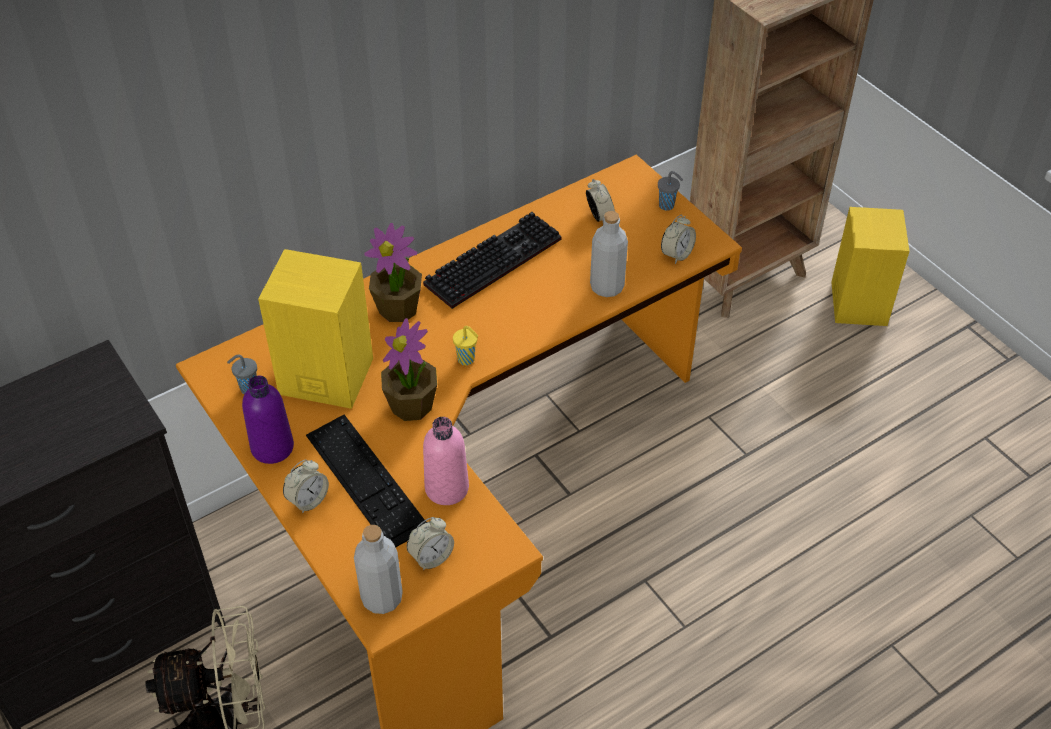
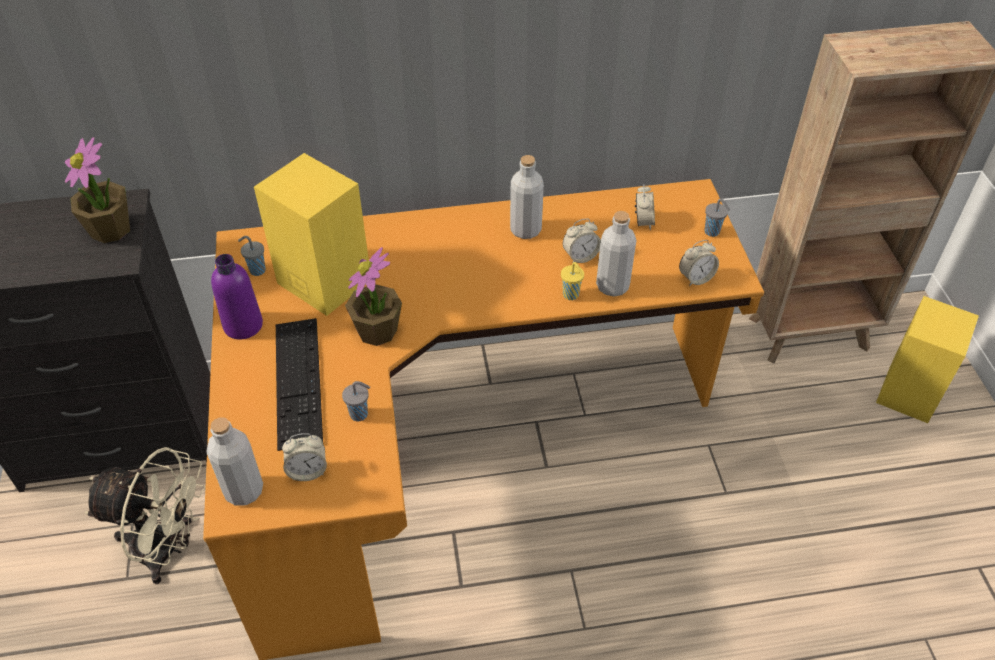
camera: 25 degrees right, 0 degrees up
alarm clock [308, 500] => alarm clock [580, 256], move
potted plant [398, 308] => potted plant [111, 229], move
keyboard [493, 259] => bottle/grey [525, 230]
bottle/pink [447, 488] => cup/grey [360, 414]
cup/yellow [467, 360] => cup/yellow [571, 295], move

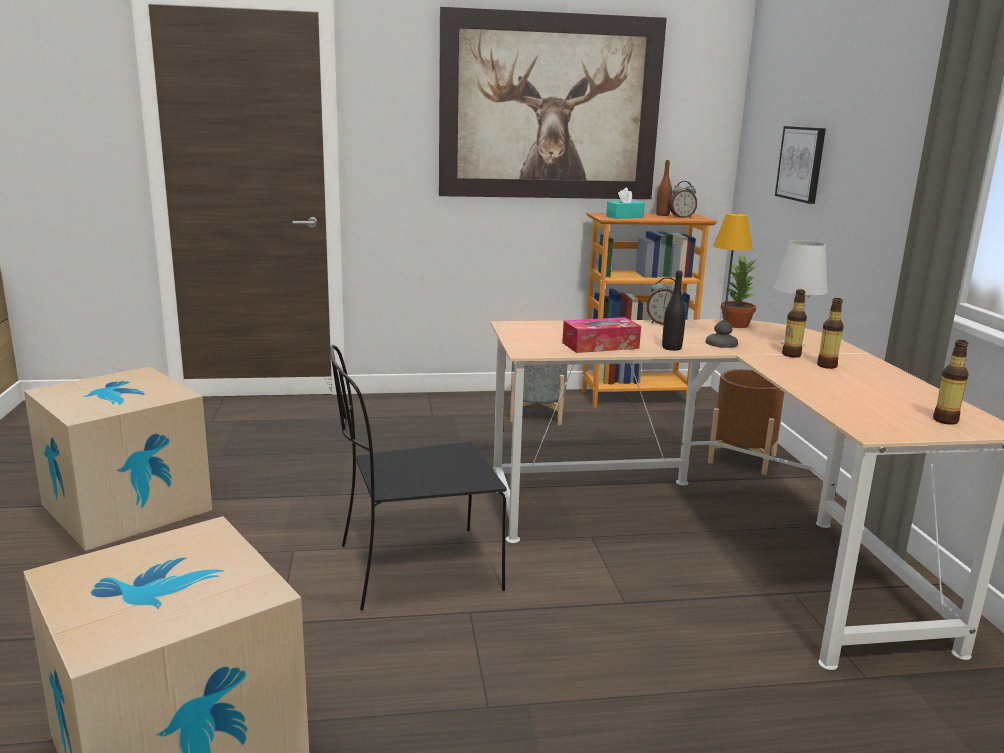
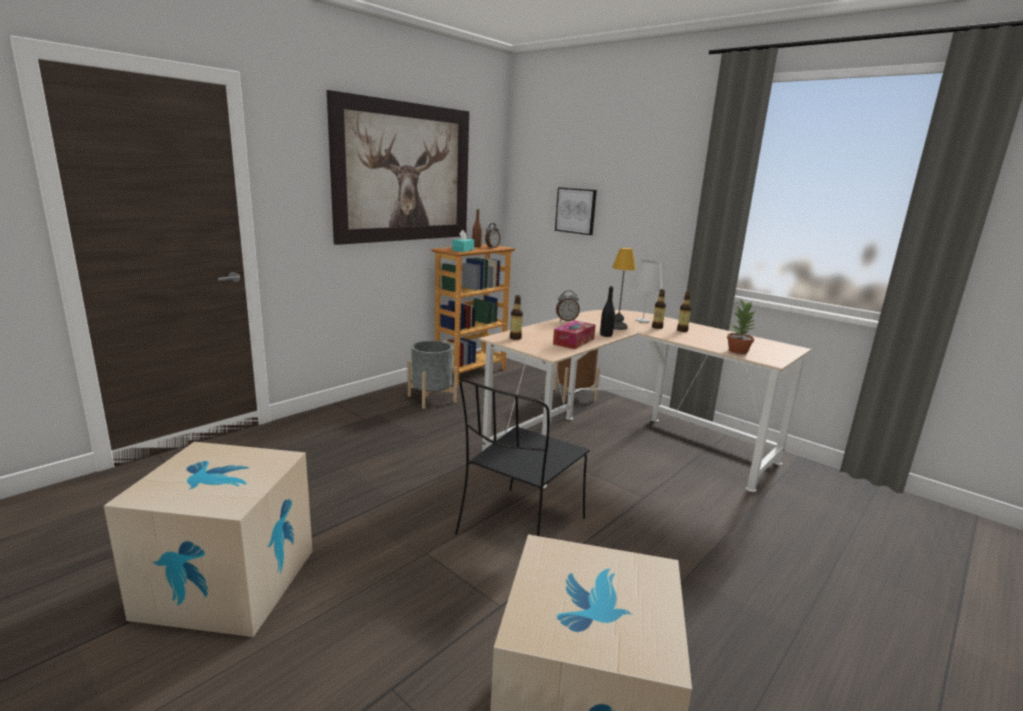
camera: 40 degrees left, 0 degrees up
potted plant [736, 325] => potted plant [738, 351], move
bottle [945, 420] => bottle [515, 338], move

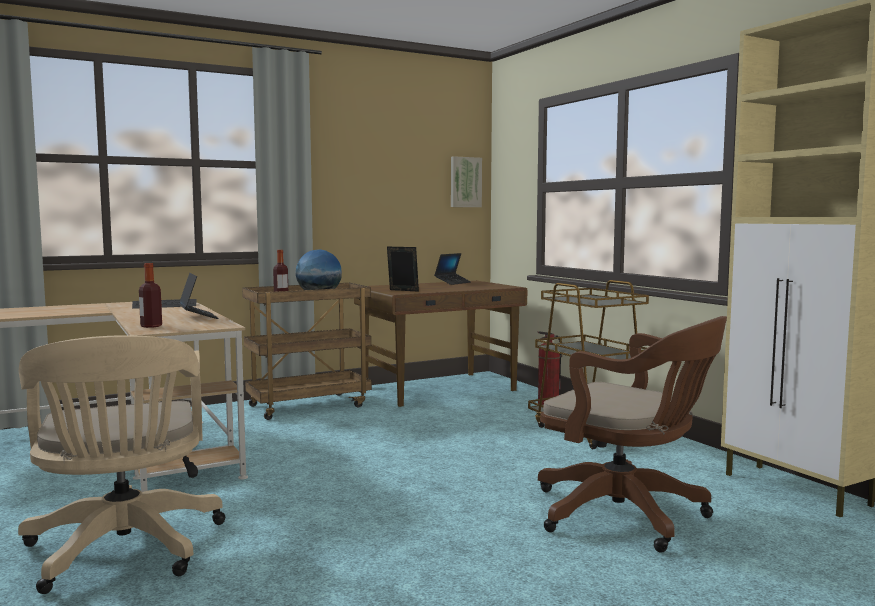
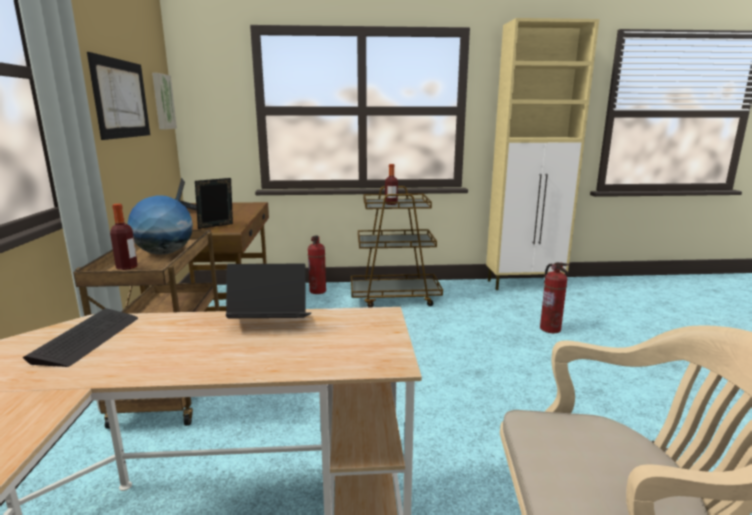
camera: 65 degrees left, 10 degrees up
bottle [151, 326] => bottle [391, 204], move
office chair/brown [627, 516] => fire extinguisher [550, 329]
nothing => picture [121, 99]

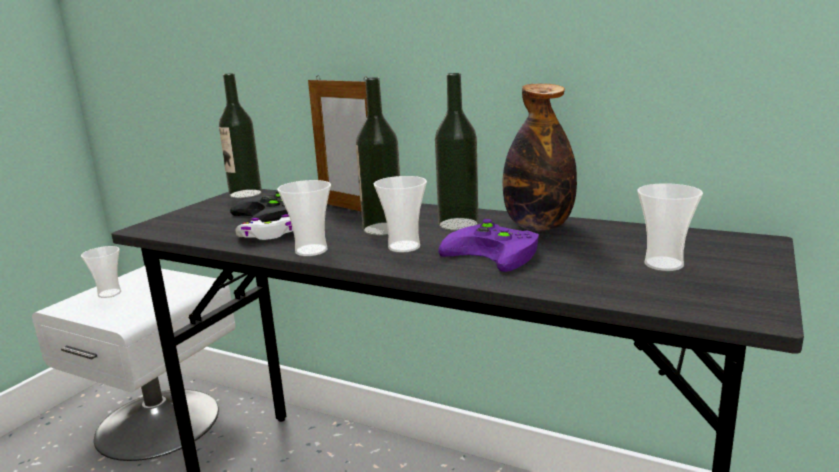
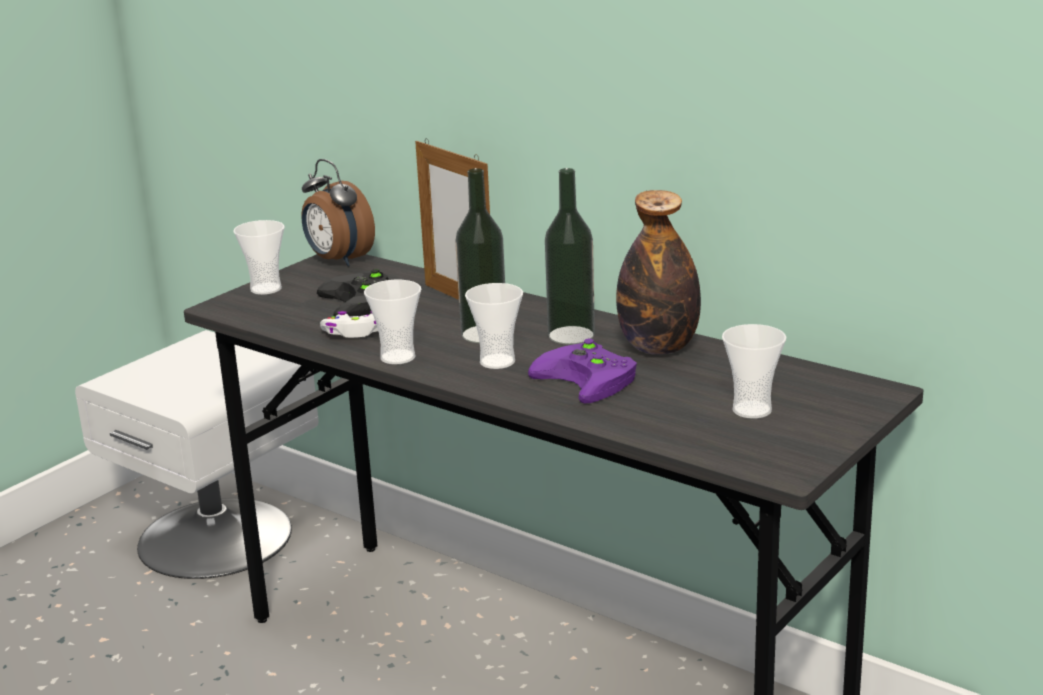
camera: 10 degrees right, 5 degrees up
cup [109, 293] => cup [266, 289], move
bottle [245, 194] => alarm clock [338, 260]

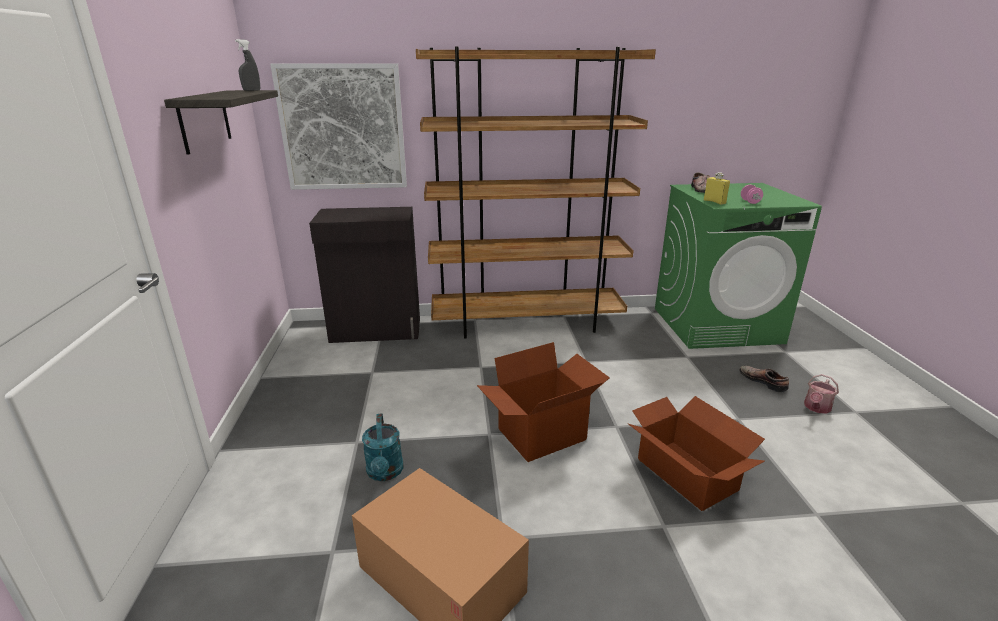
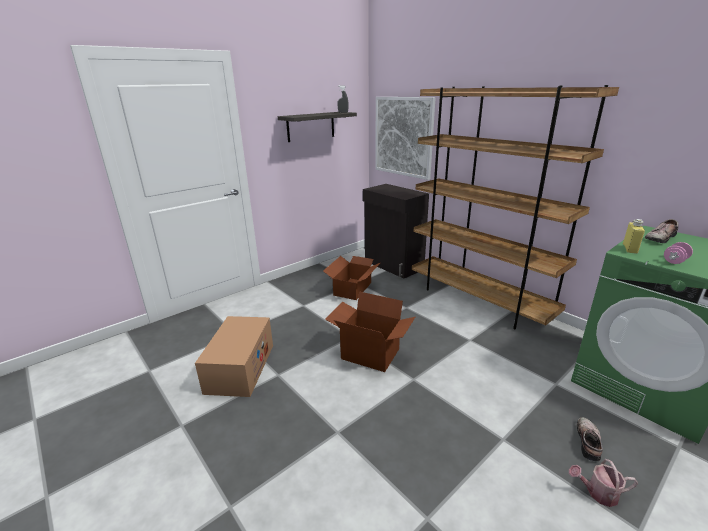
camera: 55 degrees right, 0 degrees up
watering can/turquoise [385, 473] => nothing
cardboard box [686, 473] => cardboard box [353, 289], move

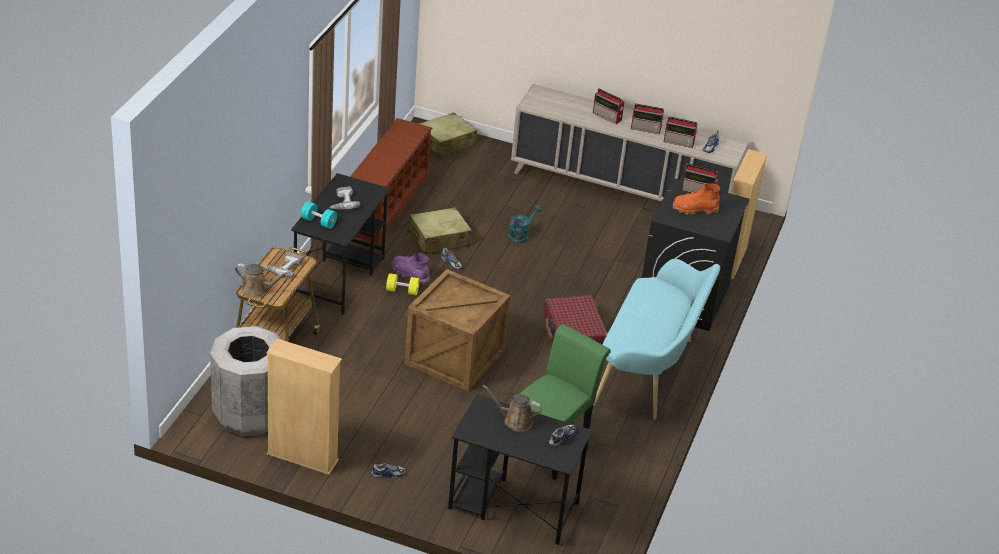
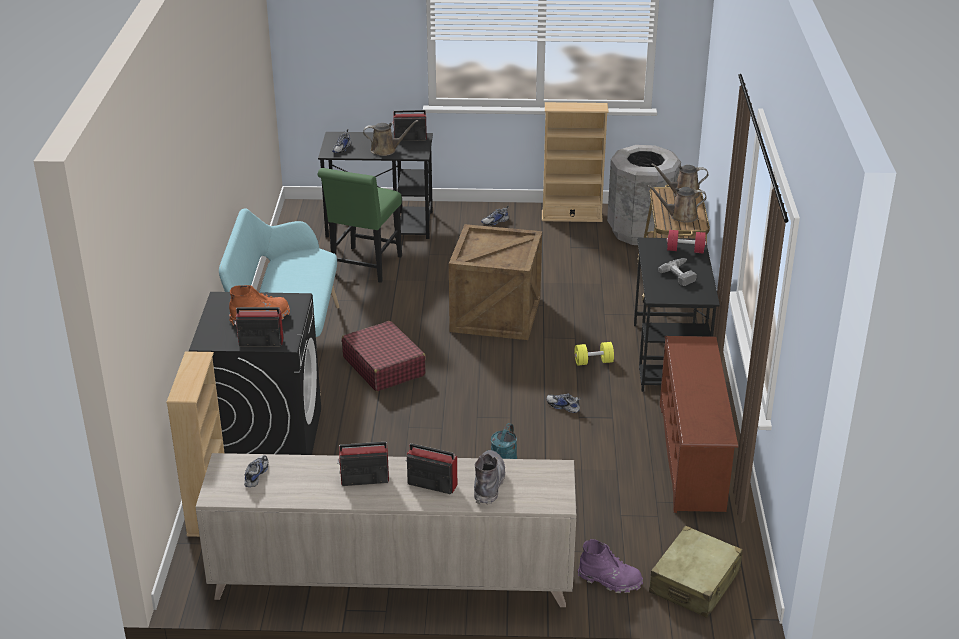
camera: 165 degrees right, 5 degrees down
power drill [283, 267] => watering can/brown [680, 216]
dumbbell/turquoise [318, 222] => dumbbell/red [685, 250]
boot/purple [410, 274] => boot/purple [610, 580], move
suitcase/beige [438, 239] => nothing
radio [679, 142] => radio [409, 138], move
nothing => boot/grey [488, 484]

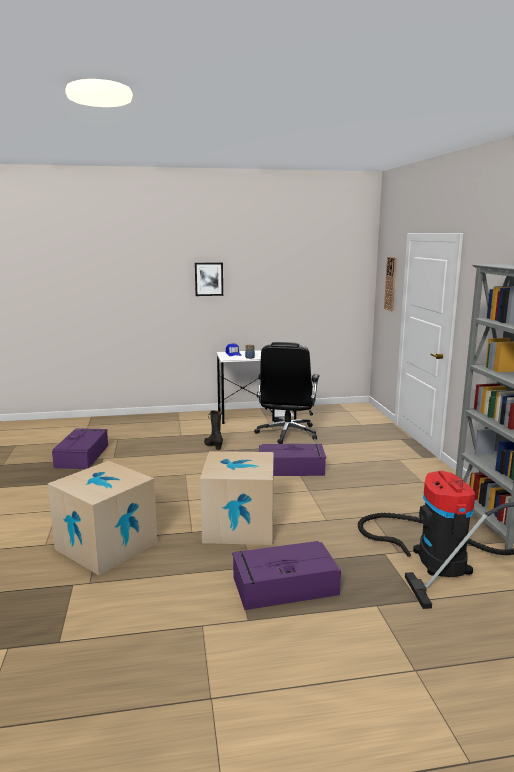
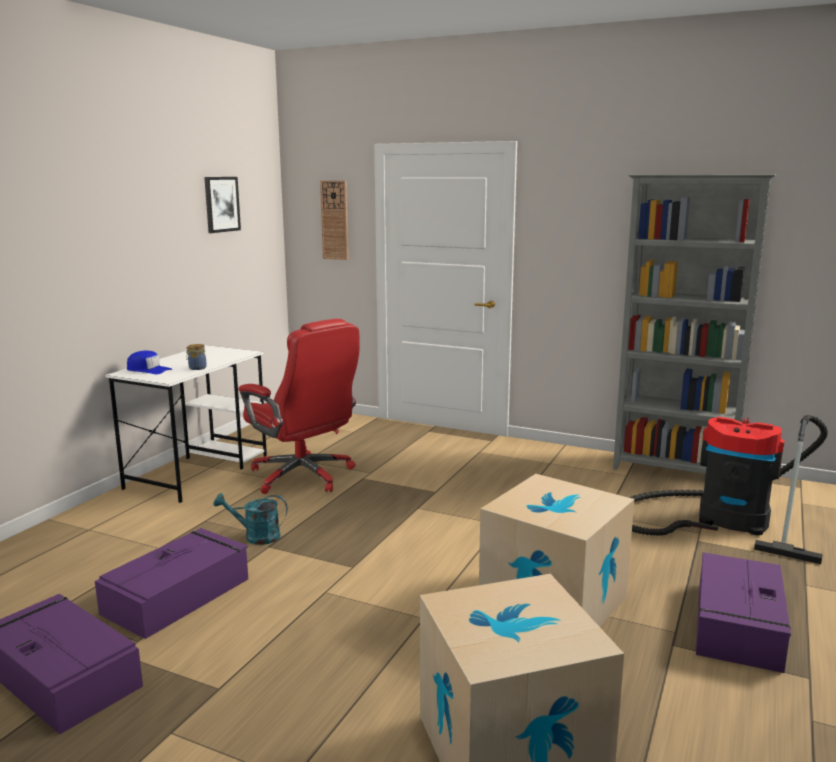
camera: 55 degrees left, 0 degrees up
picture [209, 279] => picture [221, 204], move
boot/black [213, 446] => watering can/turquoise [256, 537]
office chair/black [287, 433] => office chair/red [303, 476]
storage box/purple [292, 468] => storage box/purple [178, 595], move

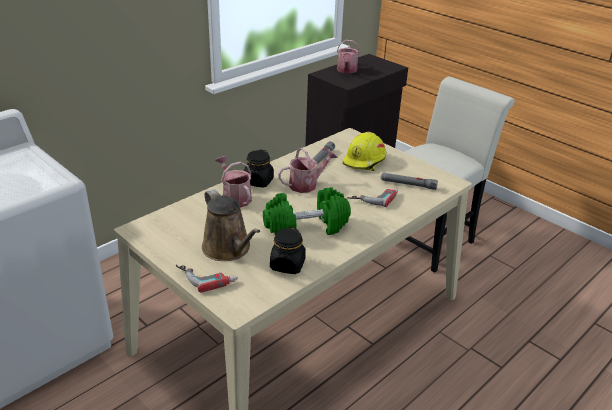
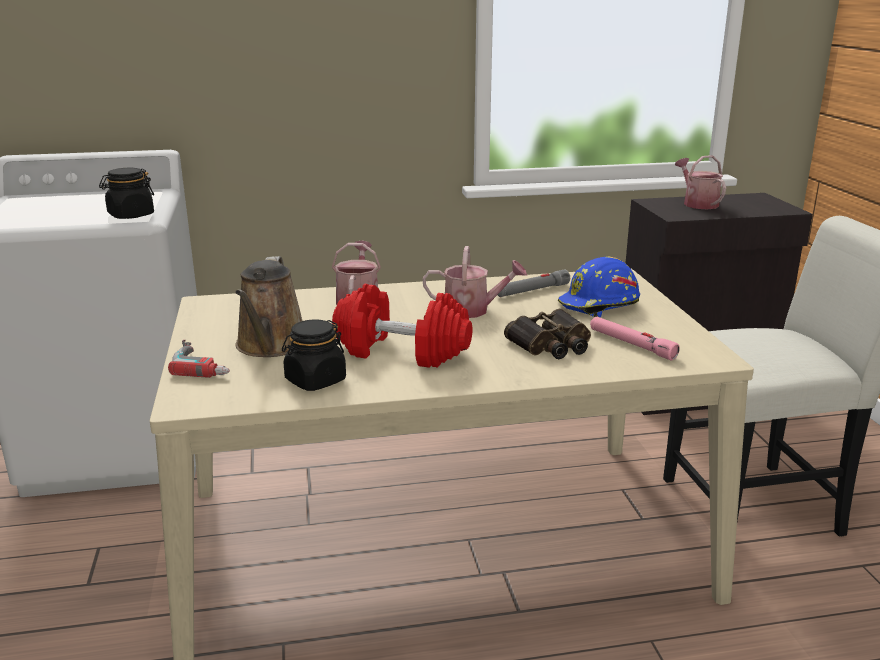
camera: 35 degrees right, 10 degrees down
jar/black [258, 181] => jar/black [130, 215], move
dumbbell/green [306, 227] => dumbbell/red [401, 351]
watering can [346, 70] => watering can [697, 203], 120 degrees clockwise
hard hat/yellow [365, 161] => hard hat/blue [599, 305]
power drill [373, 197] => binoculars [551, 345]
flashlight/grey [408, 184] => flashlight/pink [631, 344]

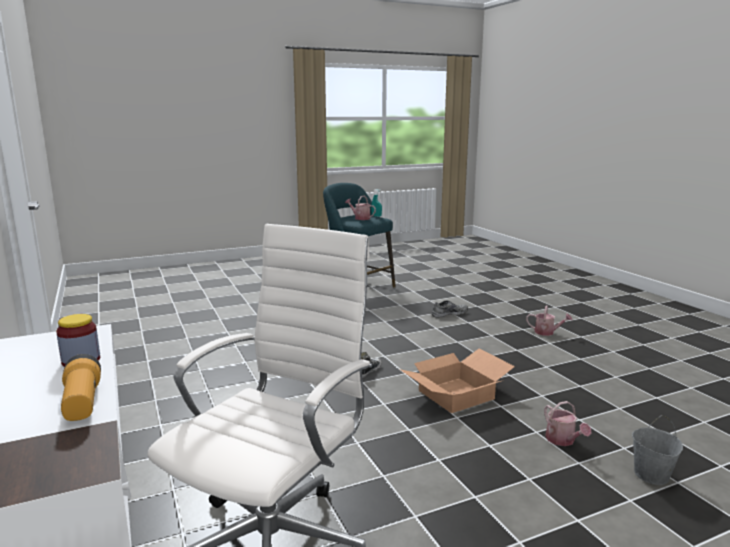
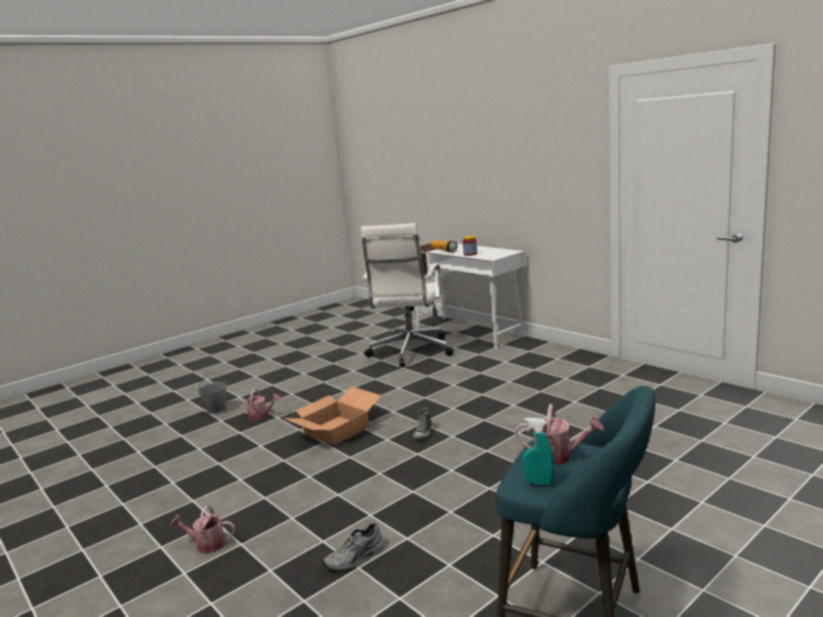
camera: 165 degrees right, 0 degrees up
watering can [563, 440] => watering can [261, 416], 135 degrees clockwise

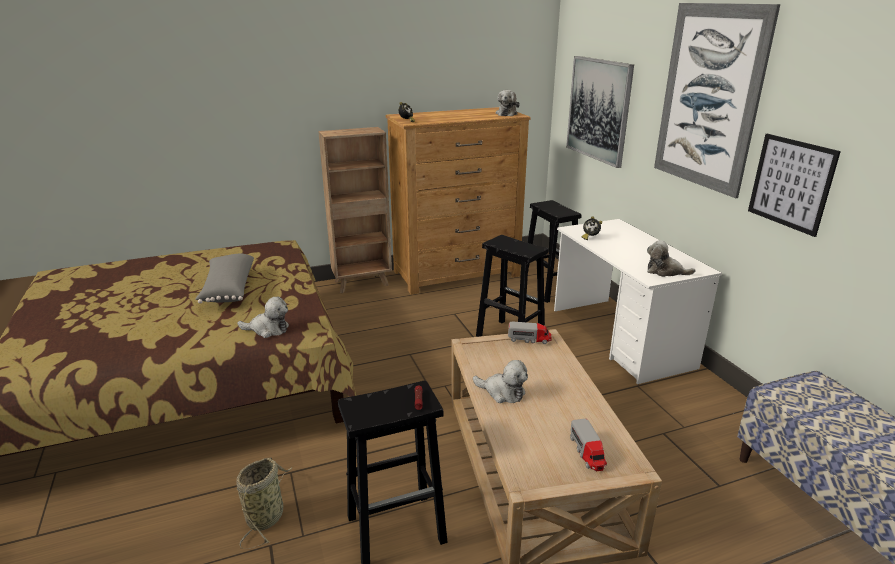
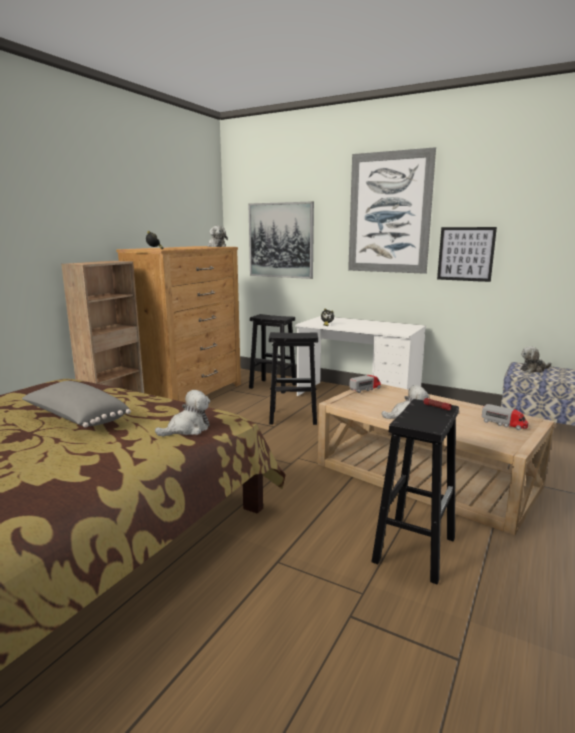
camera: 40 degrees left, 10 degrees down
basket [267, 516] => nothing
plush toy [665, 271] => plush toy [533, 369], move

